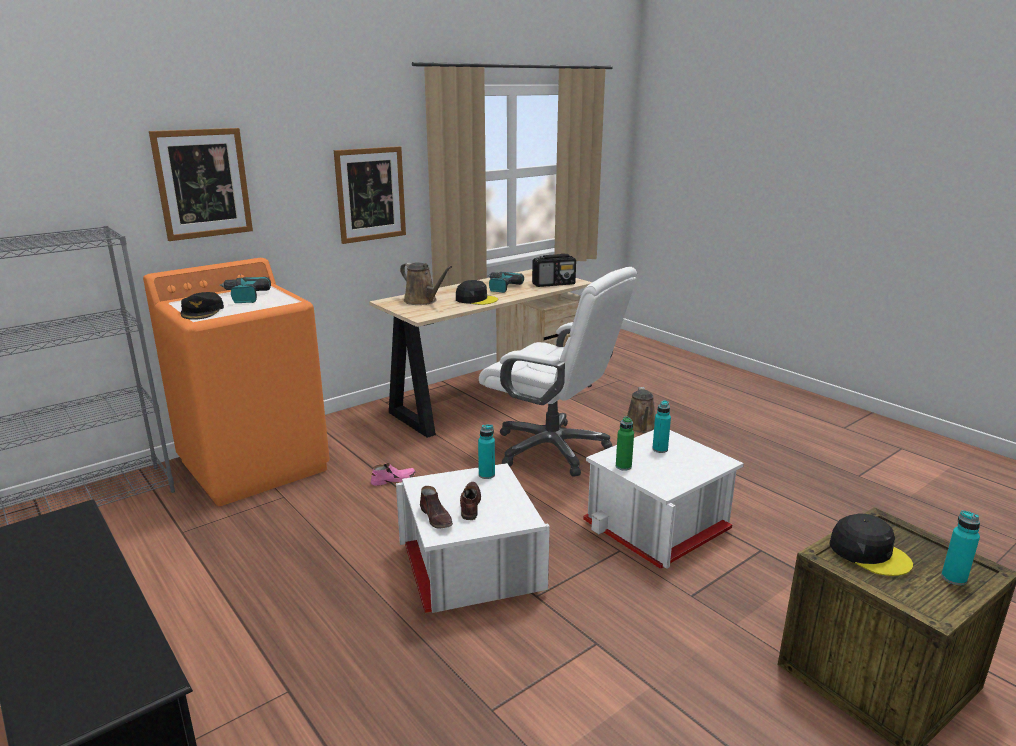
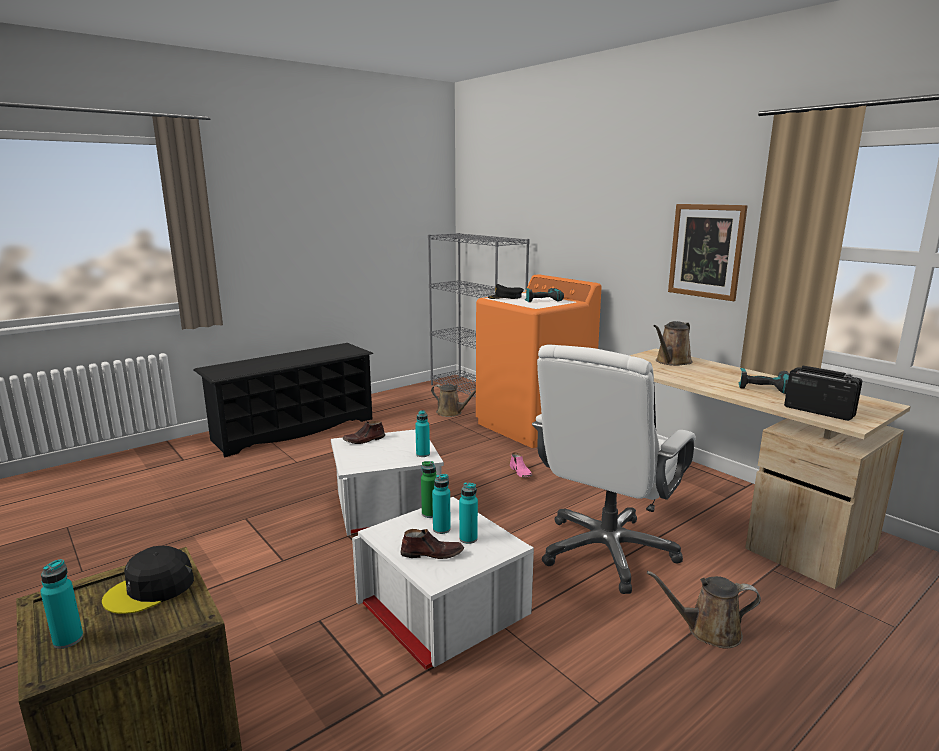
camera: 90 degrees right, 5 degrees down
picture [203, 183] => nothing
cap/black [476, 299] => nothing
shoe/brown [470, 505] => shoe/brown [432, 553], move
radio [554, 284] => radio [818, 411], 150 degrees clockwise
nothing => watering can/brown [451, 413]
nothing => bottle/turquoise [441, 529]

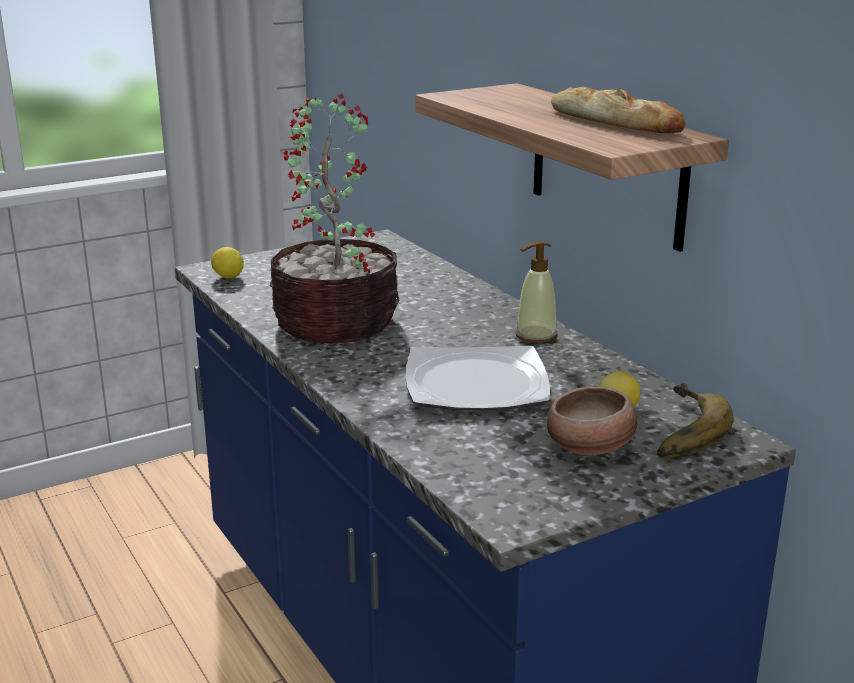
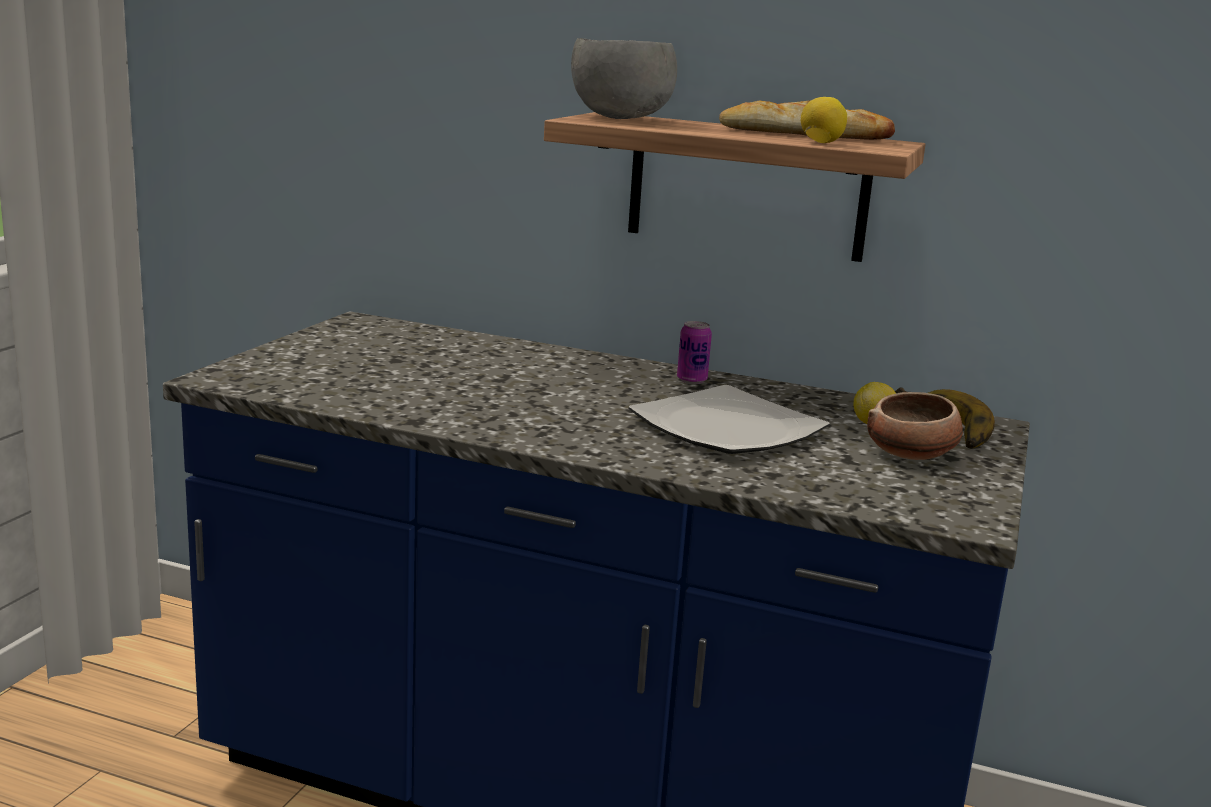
camera: 40 degrees left, 5 degrees down
lemon [228, 277] => lemon [821, 143], move
potted plant [334, 320] => nothing
soap dispenser [535, 336] => can [691, 380]
nothing => bowl/grey [618, 118]

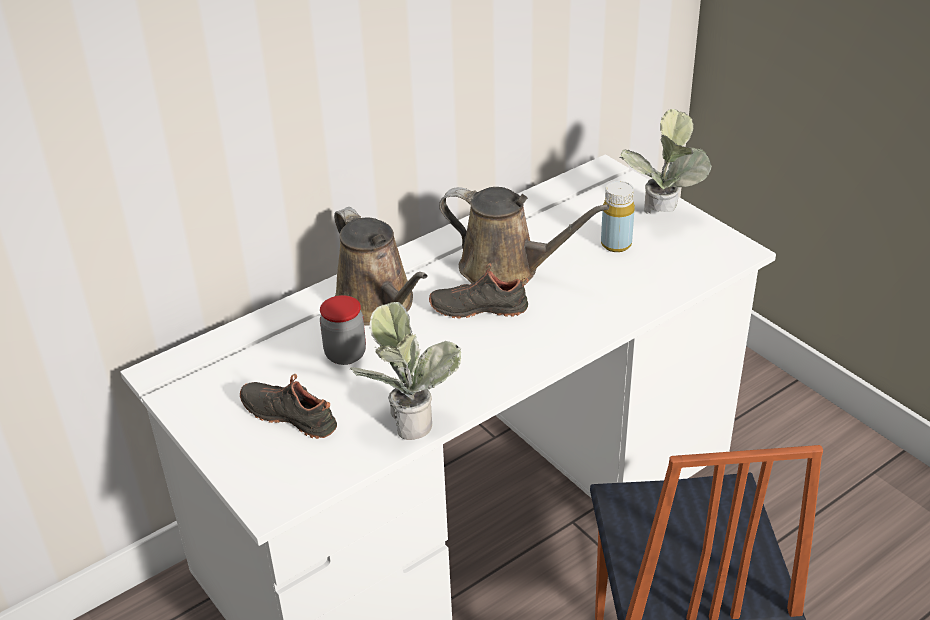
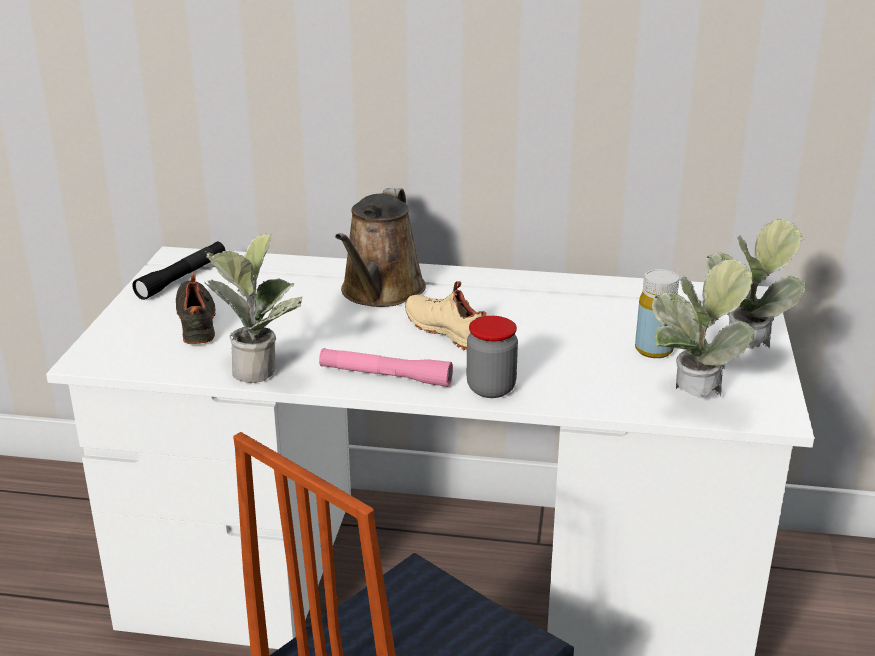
camera: 45 degrees right, 10 degrees down
jar [345, 354] => jar [491, 388], move
shoe/black [478, 307] => shoe/beige [449, 331]
watering can/brown [506, 269] => nothing
nothing => flashlight/black [182, 277]
nothing => flashlight/pink [385, 376]
nothing => potted plant [690, 400]

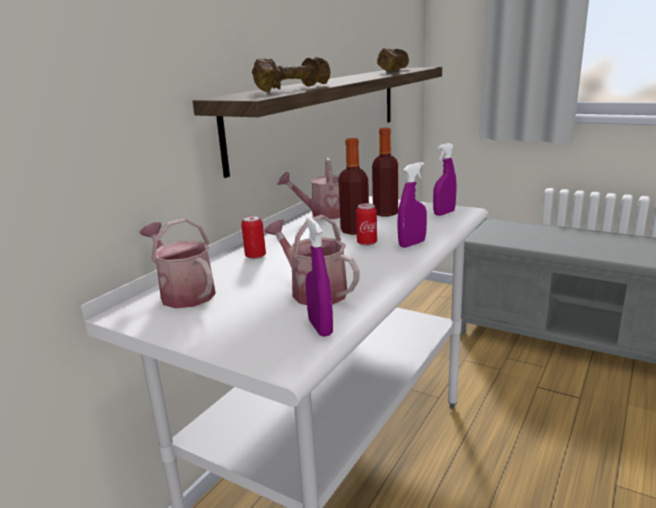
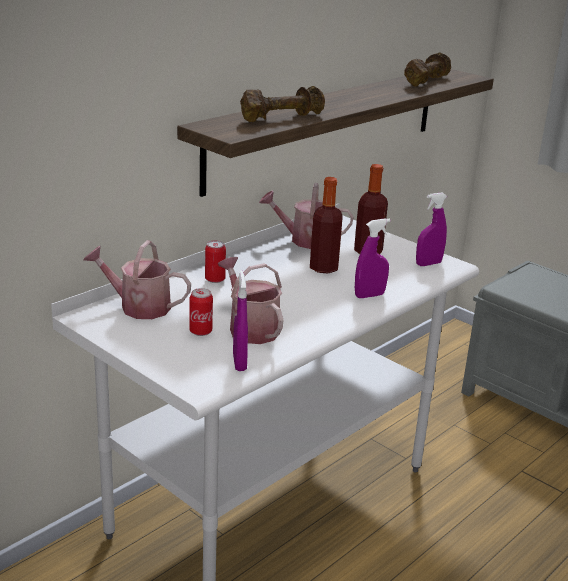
camera: 10 degrees right, 5 degrees up
watering can [183, 293] => watering can [138, 306], 45 degrees counterclockwise
can [367, 243] => can [200, 331], move

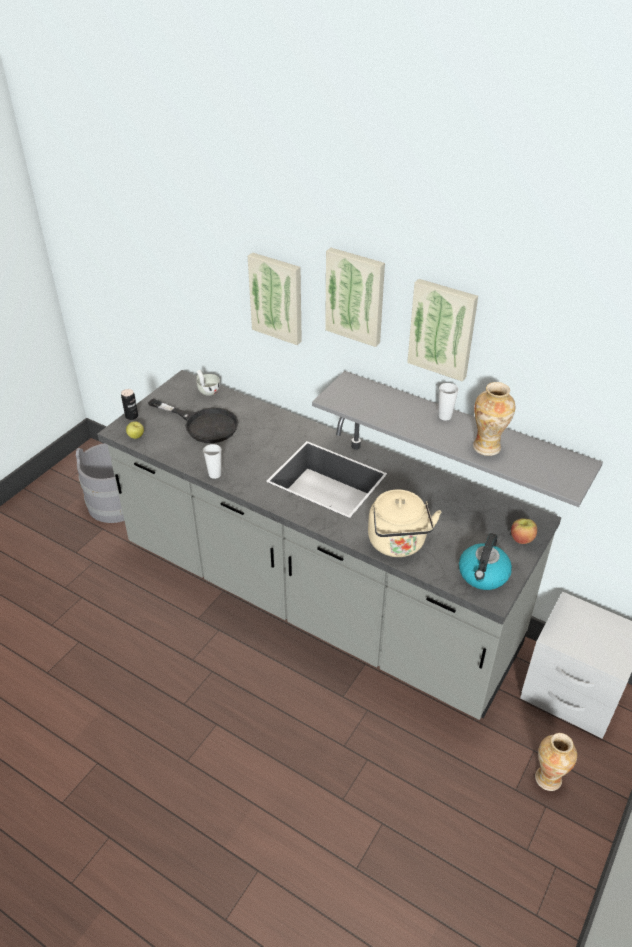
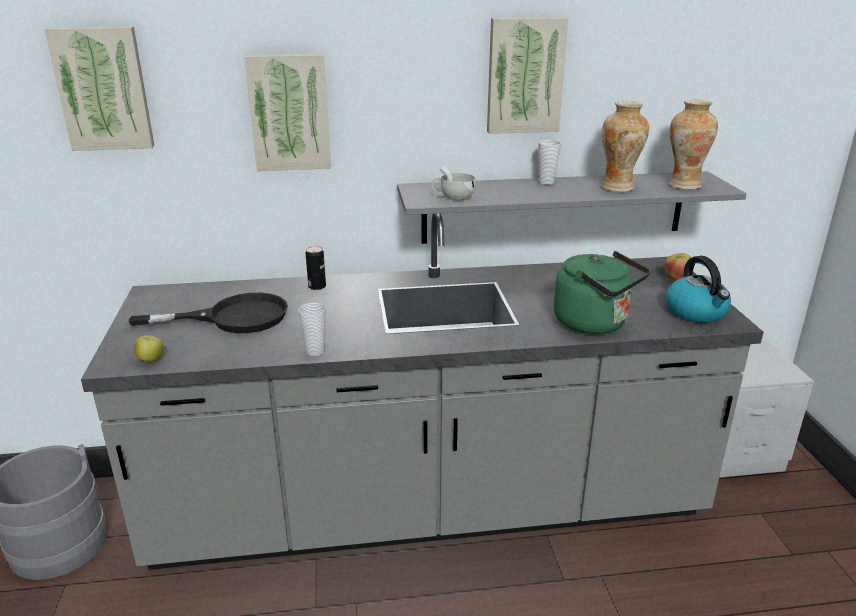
camera: 40 degrees left, 15 degrees down
can [131, 416] => can [317, 286], move
cup/white [207, 390] => cup/white [453, 197], move
picture [355, 296] => picture [103, 89], move
kettle/beige [398, 544] => kettle/green [595, 323]
vase [548, 778] => vase [684, 185], move

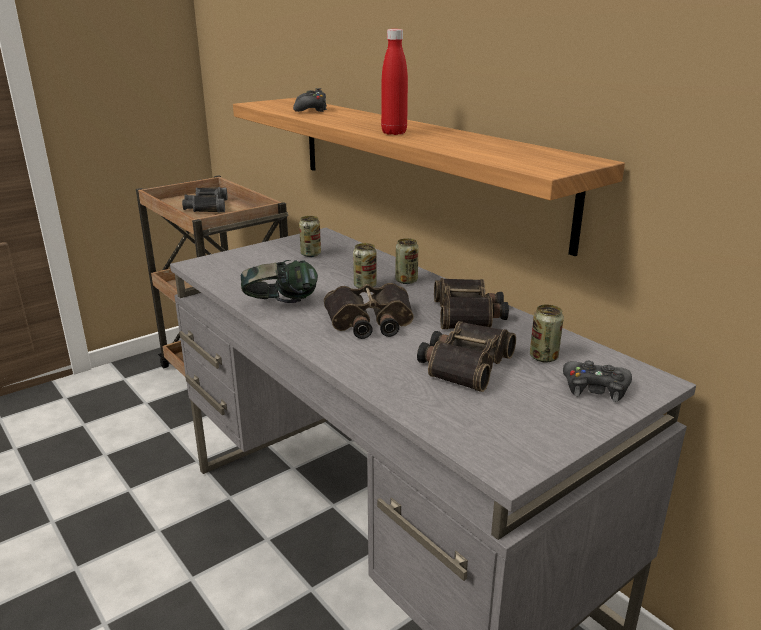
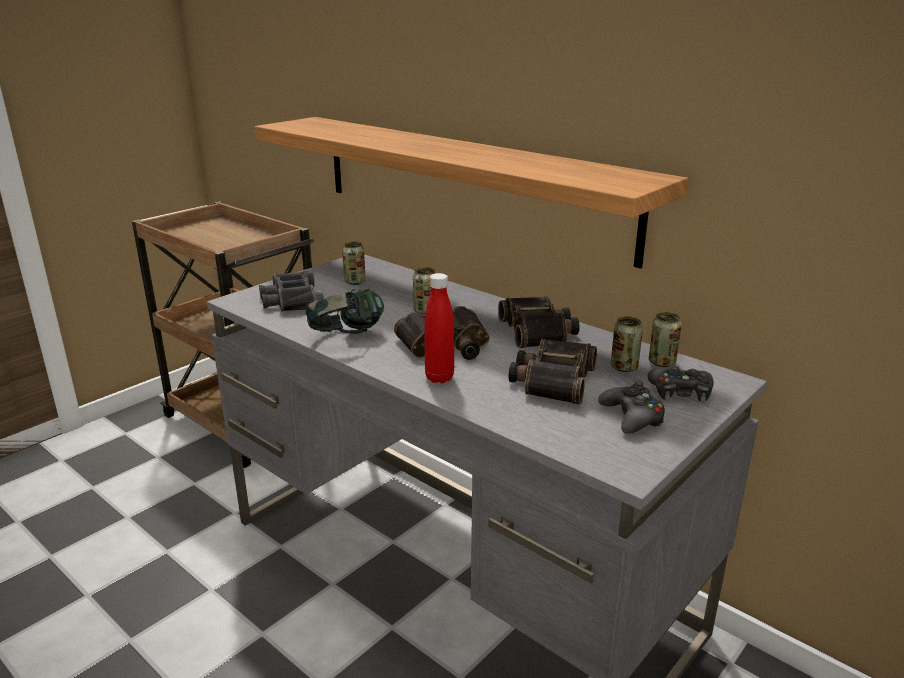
camera: 10 degrees left, 0 degrees up
binoculars/black [206, 206] => binoculars/black [291, 300], move
game controller/black [310, 110] => game controller/black [632, 417], move
bottle/red [394, 133] => bottle/red [439, 378], move
can [406, 281] => can [662, 362], move

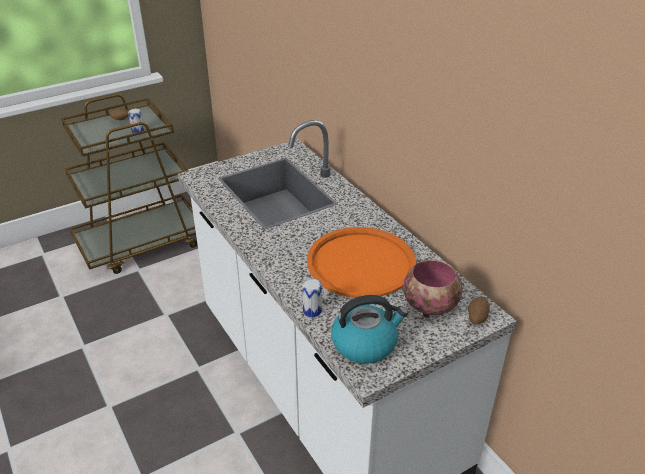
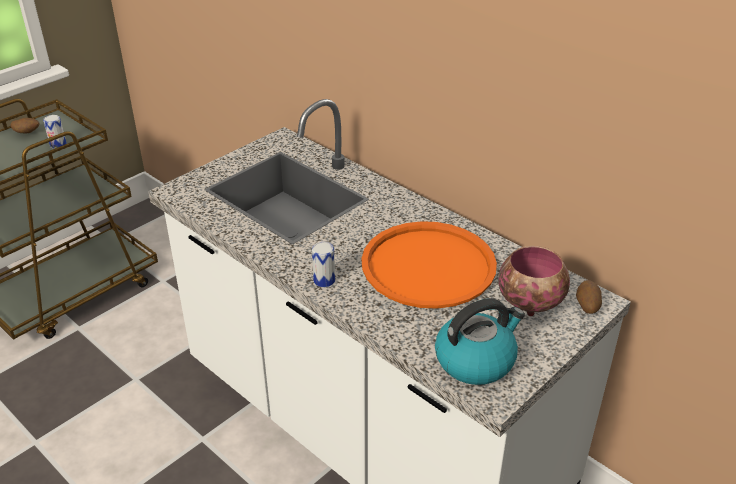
camera: 15 degrees left, 0 degrees up
can [312, 311] => can [324, 280], move

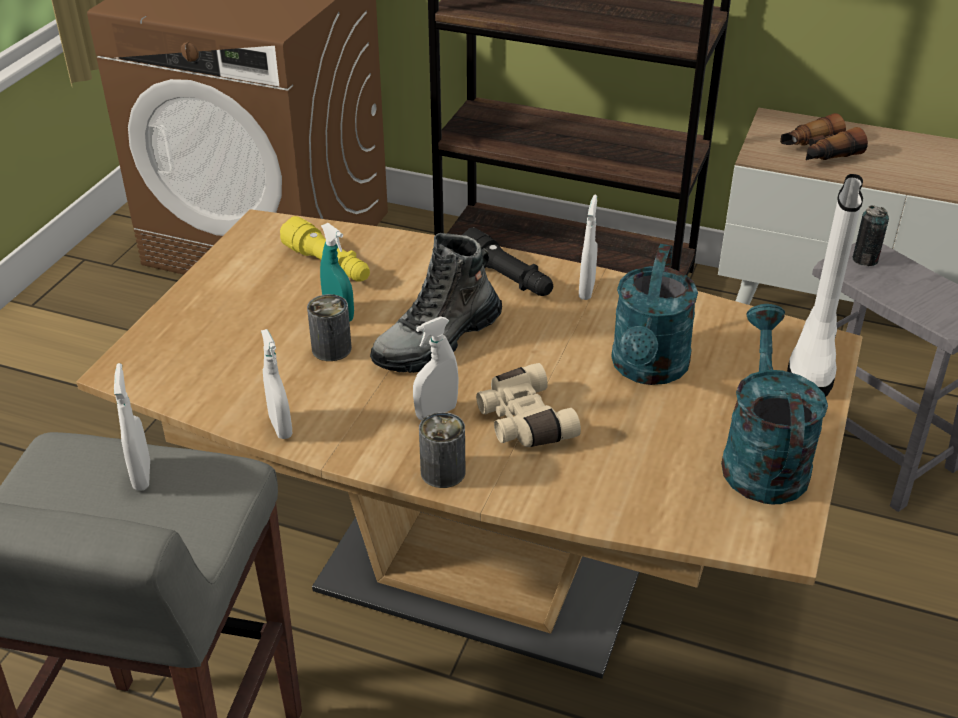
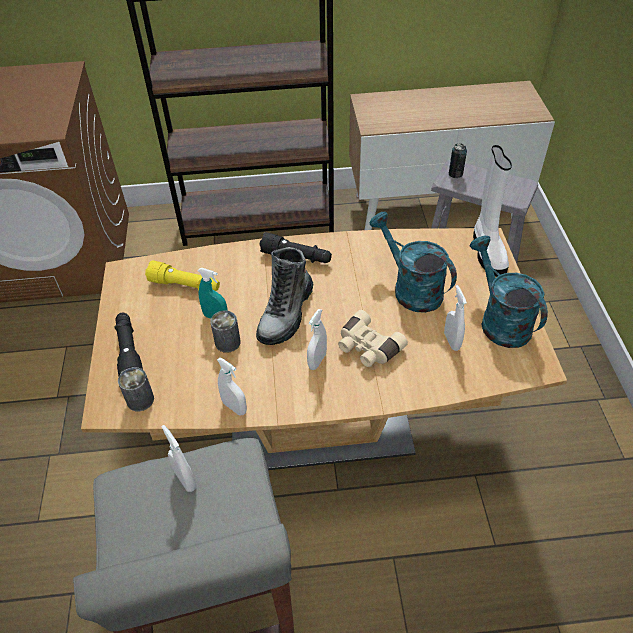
camera: 25 degrees left, 10 degrees up
can [443, 472] => can [140, 400], move
spray bottle/white [586, 290] => spray bottle/white [451, 341], move
watering can/turquoise [648, 369] => watering can/turquoise [411, 288], 150 degrees clockwise
binoculars [818, 152] => nothing
nothing => flashlight/black [129, 351]

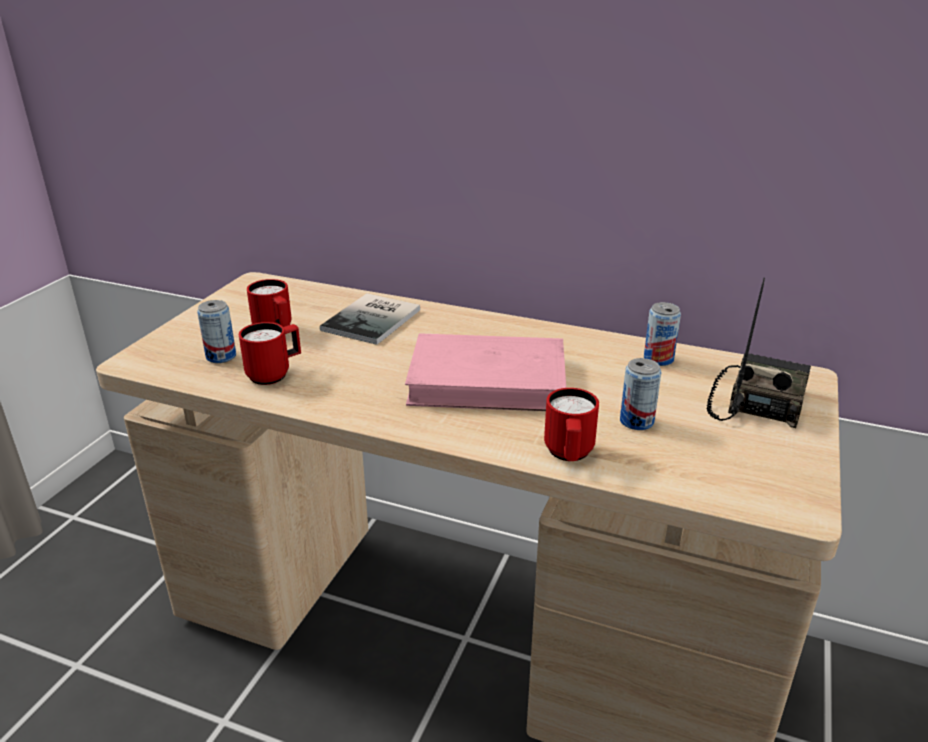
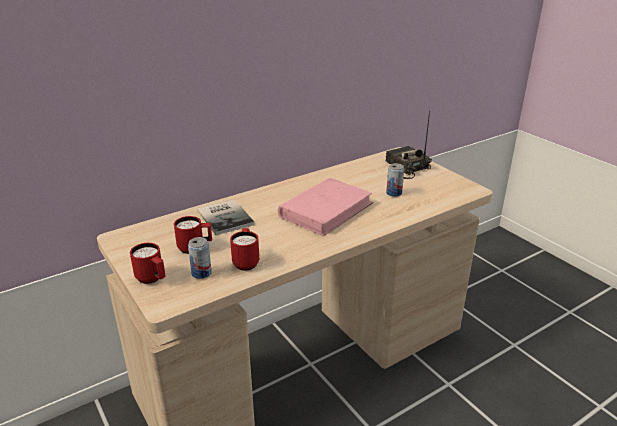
camera: 55 degrees left, 0 degrees up
mug/red [569, 455] => mug/red [152, 279], move
can [658, 359] => nothing

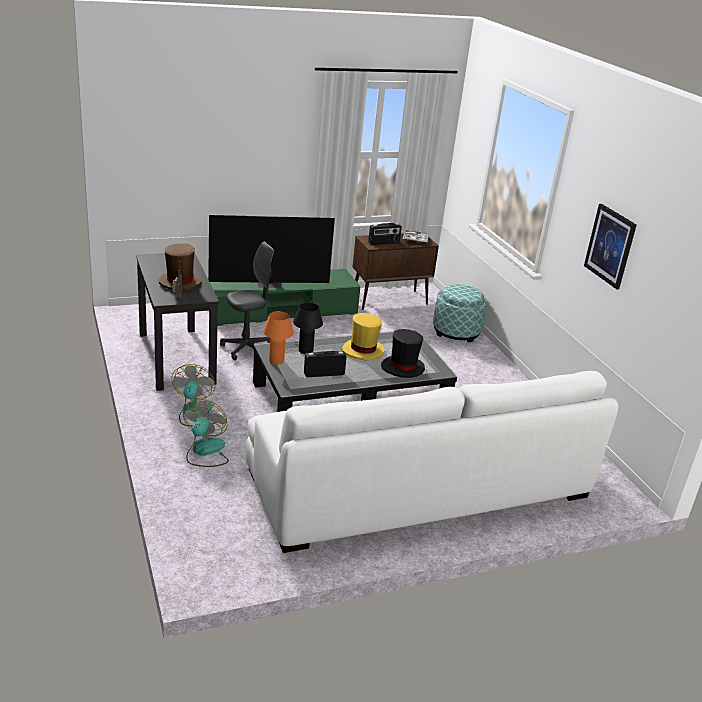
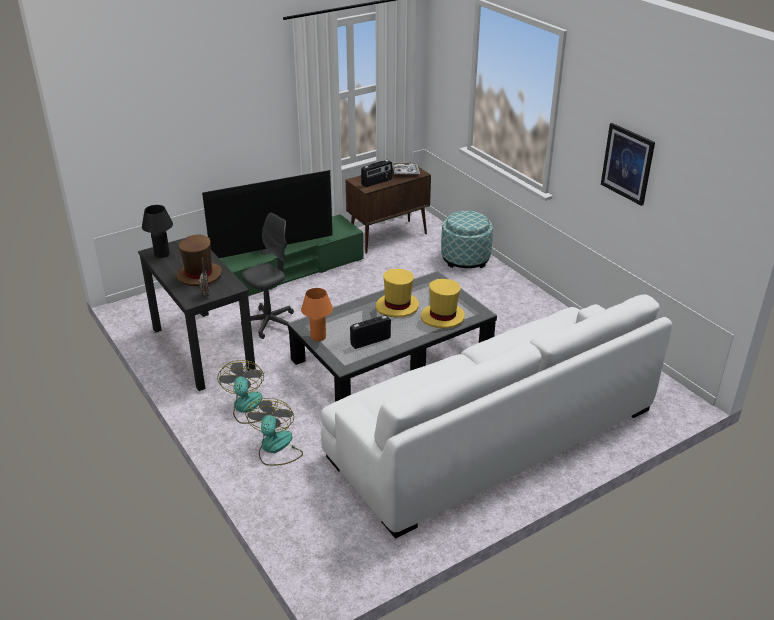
camera: 10 degrees left, 5 degrees up
table lamp/black [305, 351] => table lamp/black [162, 254], move
hat/black [402, 368] => hat/yellow [442, 317]

